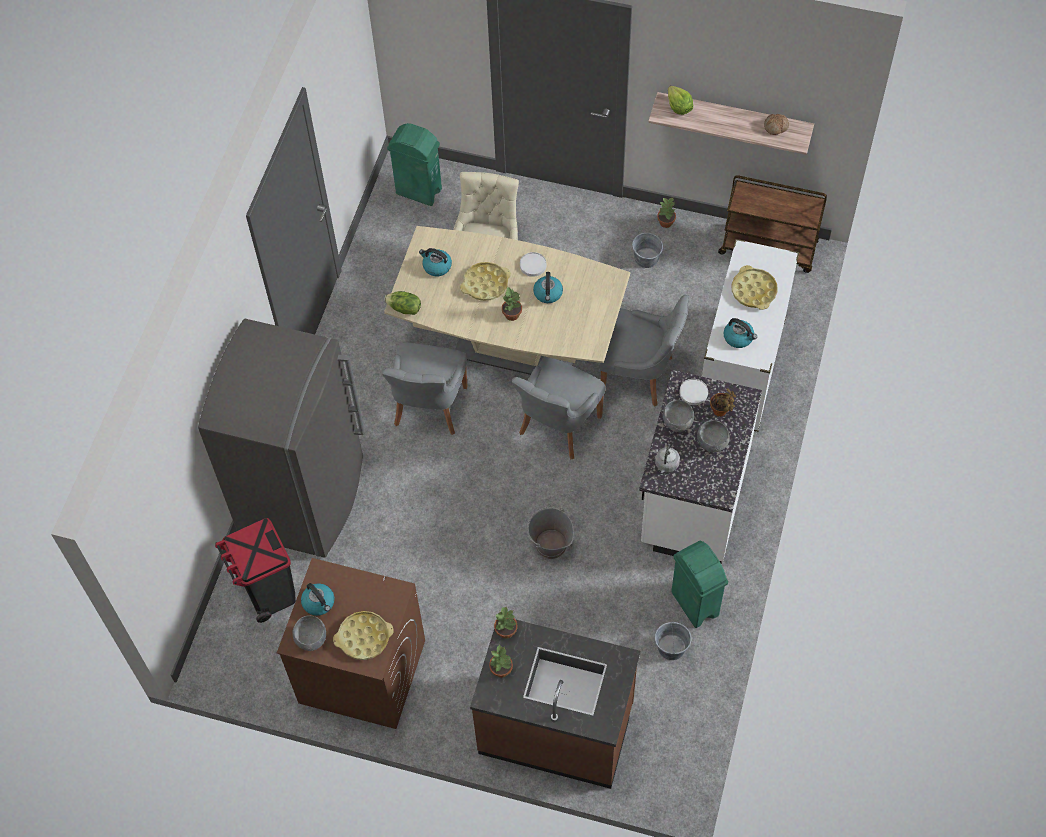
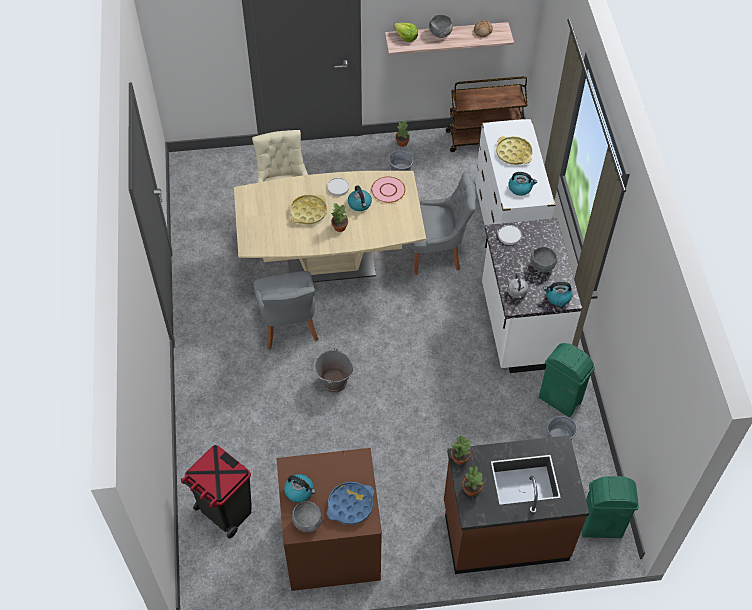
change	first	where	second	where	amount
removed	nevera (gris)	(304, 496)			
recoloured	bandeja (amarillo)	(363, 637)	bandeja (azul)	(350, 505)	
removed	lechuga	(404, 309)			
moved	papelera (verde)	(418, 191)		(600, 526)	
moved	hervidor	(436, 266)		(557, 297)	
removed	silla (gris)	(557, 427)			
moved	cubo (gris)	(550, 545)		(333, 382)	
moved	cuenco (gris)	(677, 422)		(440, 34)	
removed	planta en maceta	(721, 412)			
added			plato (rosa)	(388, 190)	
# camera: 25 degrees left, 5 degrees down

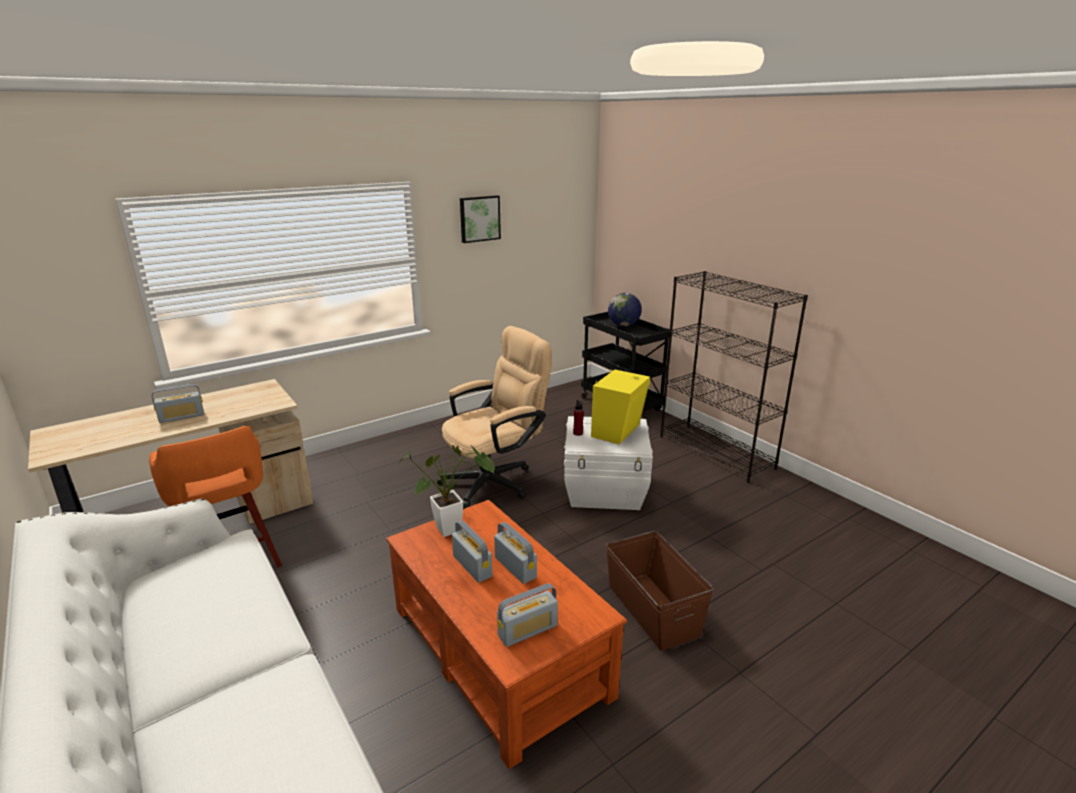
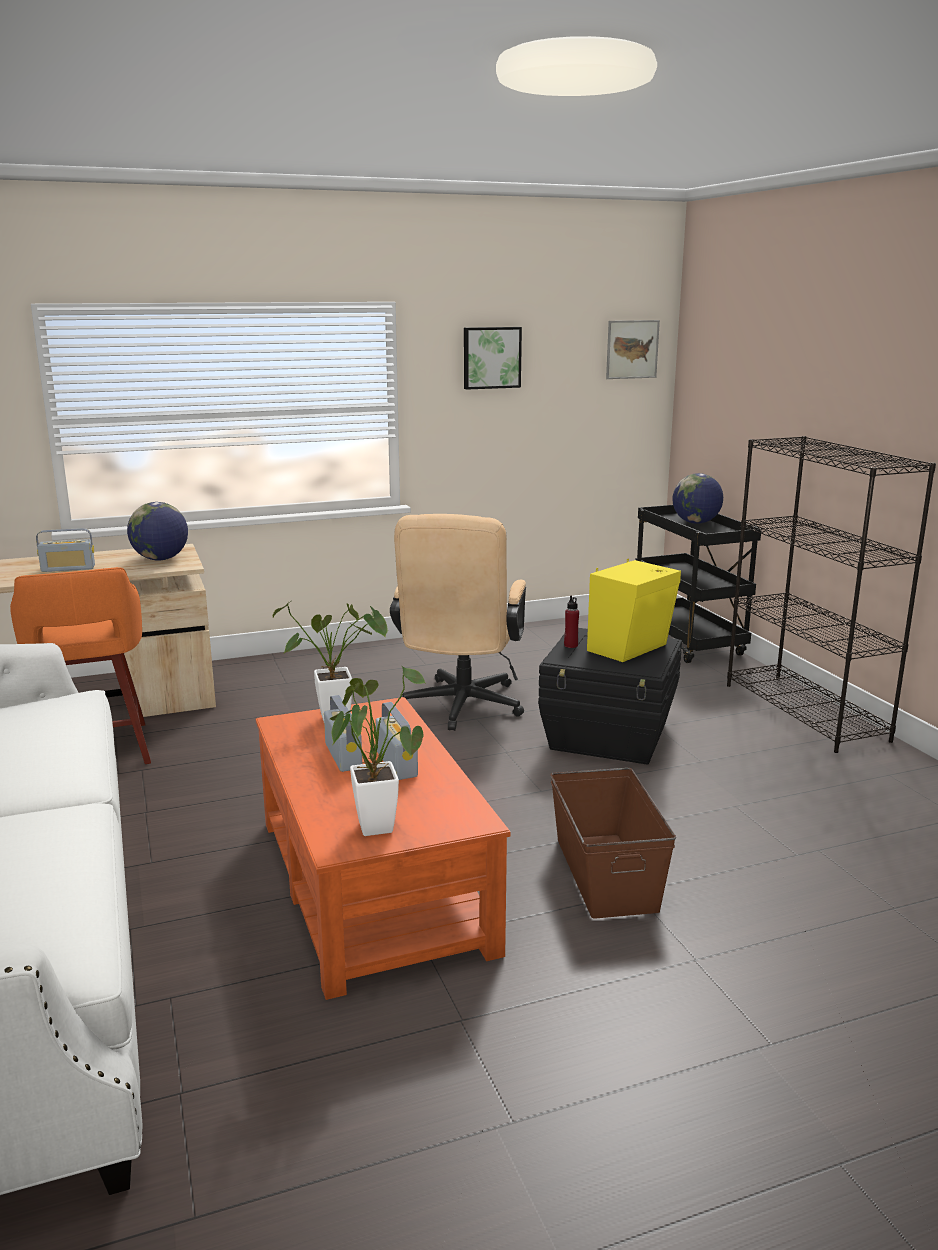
change	first	where	second	where	amount
turned	silla de oficina (beis)	(496, 480)		(460, 709)	120 degrees clockwise
replaced	radio	(528, 630)	planta en maceta	(375, 822)	
recoloured	caja de almacenaje (blanco)	(605, 490)	caja de almacenaje (negro)	(609, 737)	
added			globo terráqueo	(161, 559)	
added			cuadro	(632, 349)	
# camera: 15 degrees right, 5 degrees down

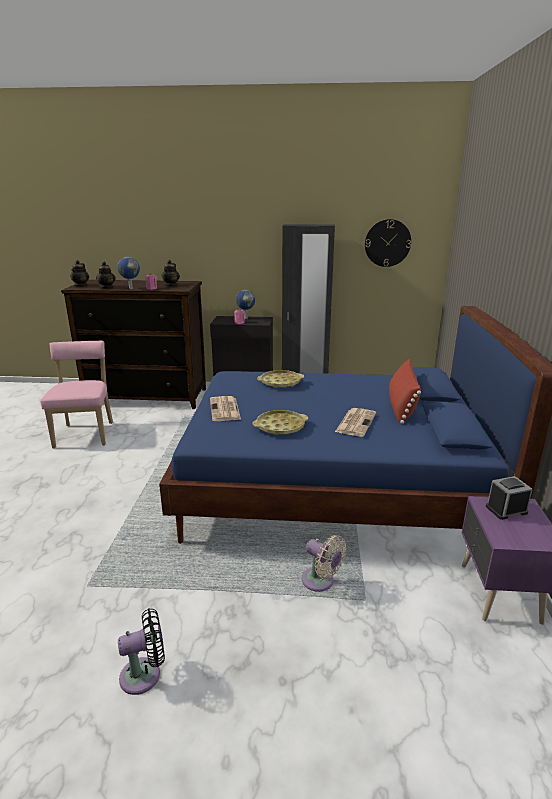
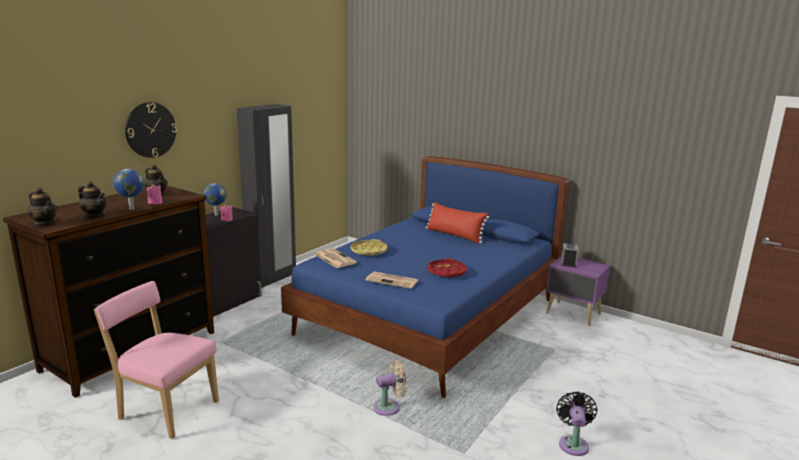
change	first	where	second	where	amount
recoloured	bandeja (amarillo)	(280, 426)	bandeja (rojo)	(446, 272)	
moved	ventilador (beis)	(320, 582)		(389, 407)	
moved	periódico	(355, 422)		(334, 258)	
moved	reloj de pared	(387, 243)		(150, 130)	
# camera: 60 degrees left, 5 degrees down

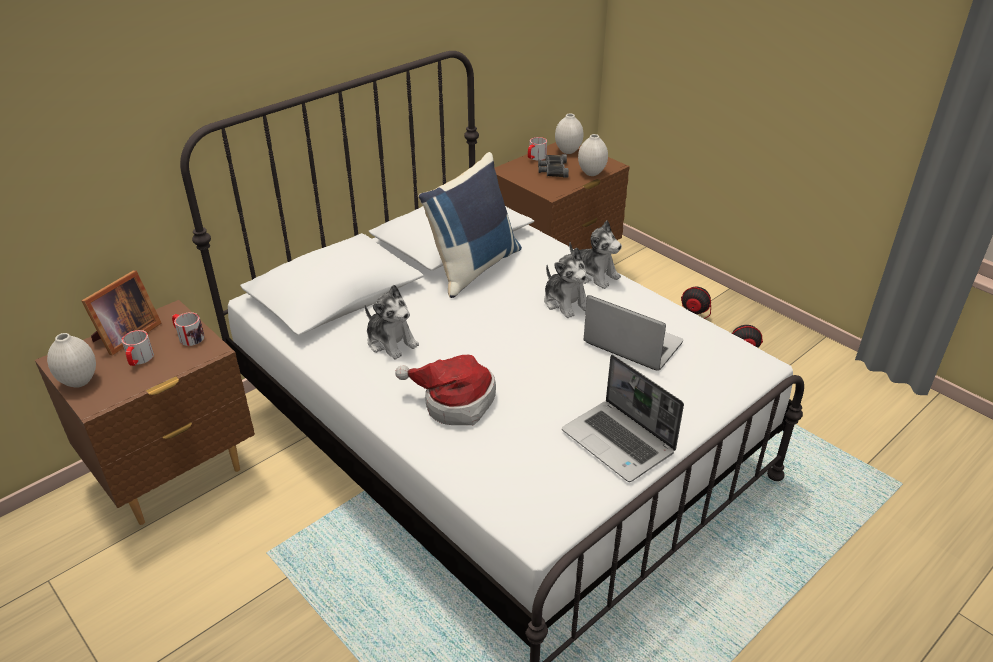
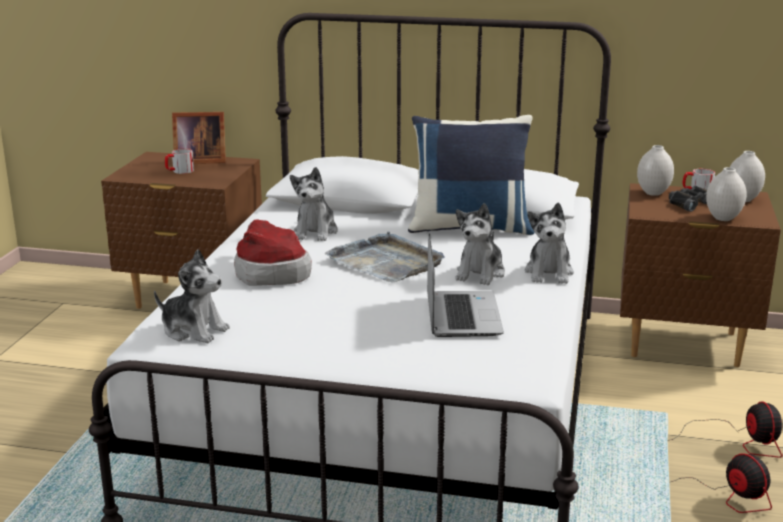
change	first	where	second	where	amount
moved	florero (blanco)	(79, 381)		(653, 193)	
removed	taza grande	(188, 336)			
removed	portátil	(619, 442)			
added			peluche	(194, 330)	
added			bandeja (gris)	(386, 262)	
# camera: 55 degrees right, 15 degrees down

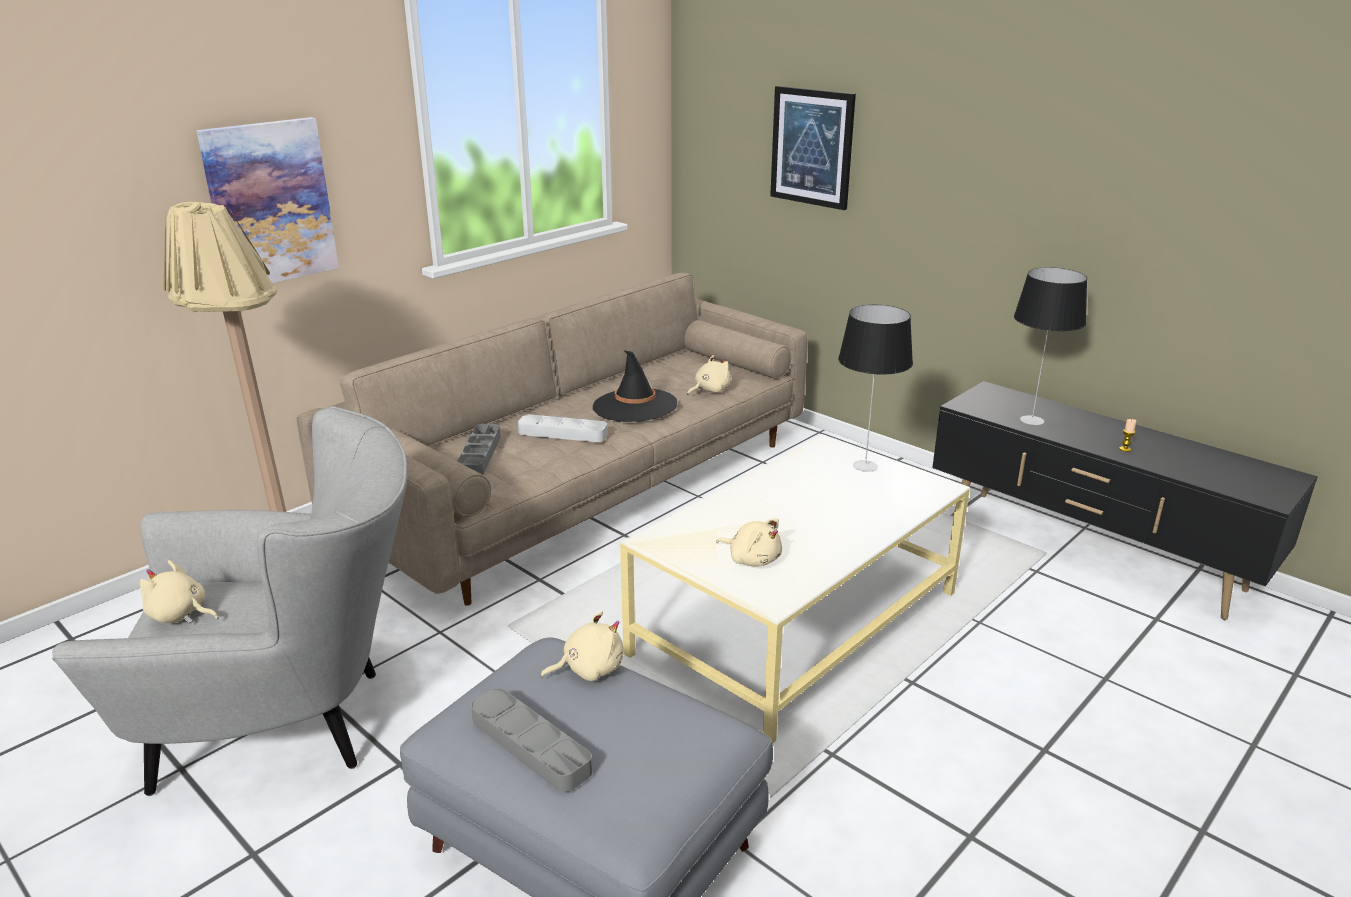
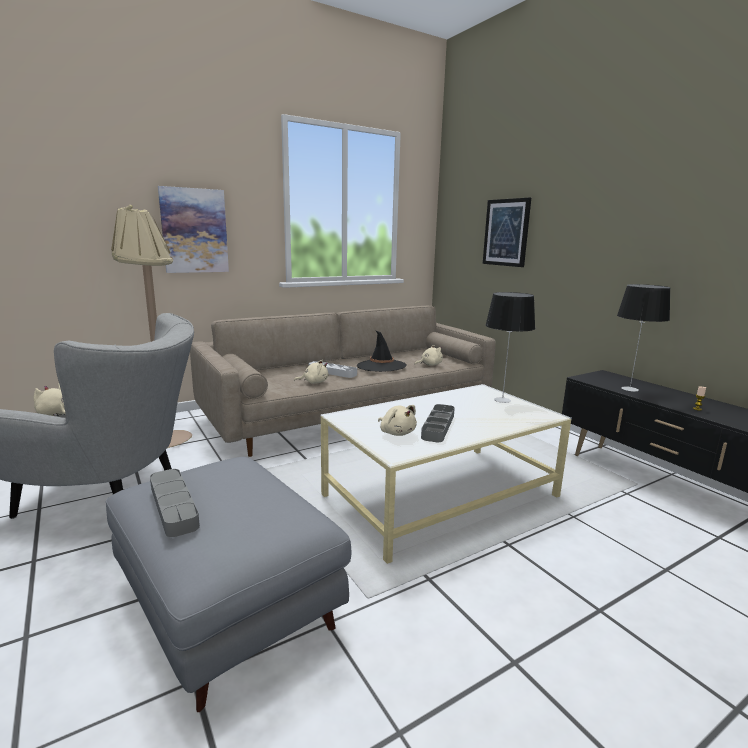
change	first	where	second	where	amount
moved	bandeja (gris)	(479, 454)		(438, 426)	
moved	peluche (beis)	(589, 669)		(314, 382)	
# camera: 15 degrees right, 10 degrees down

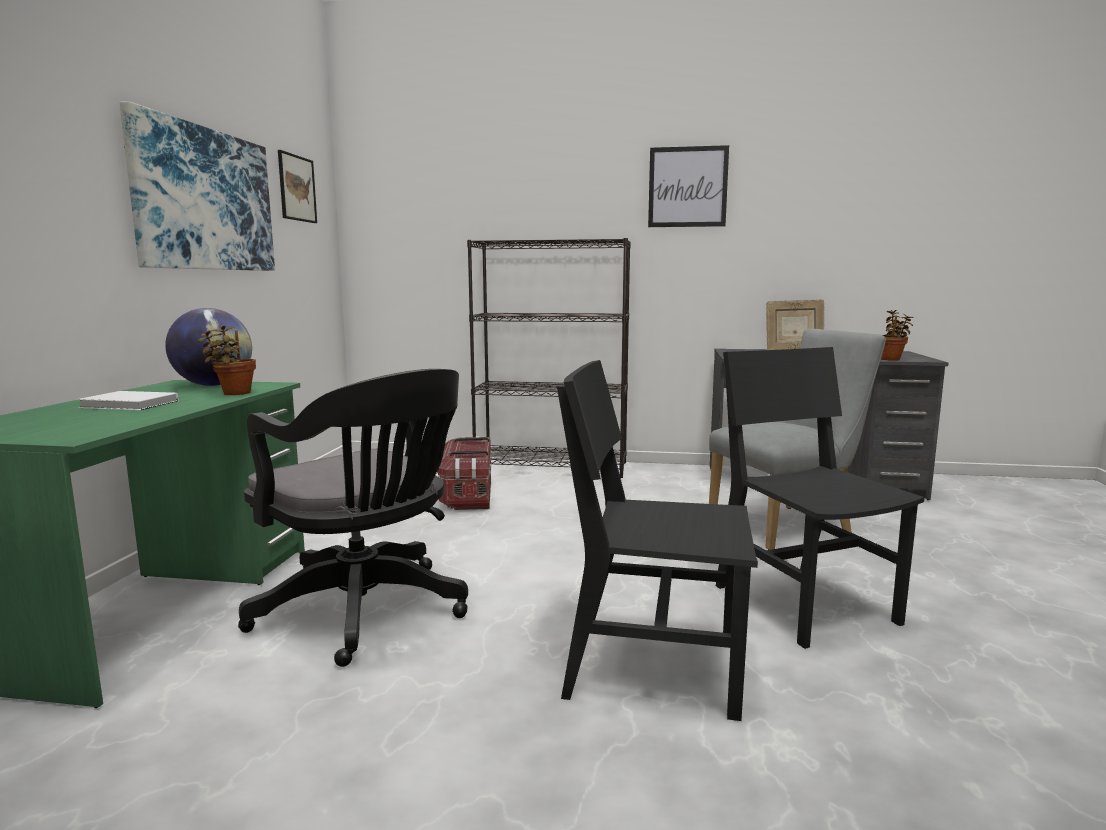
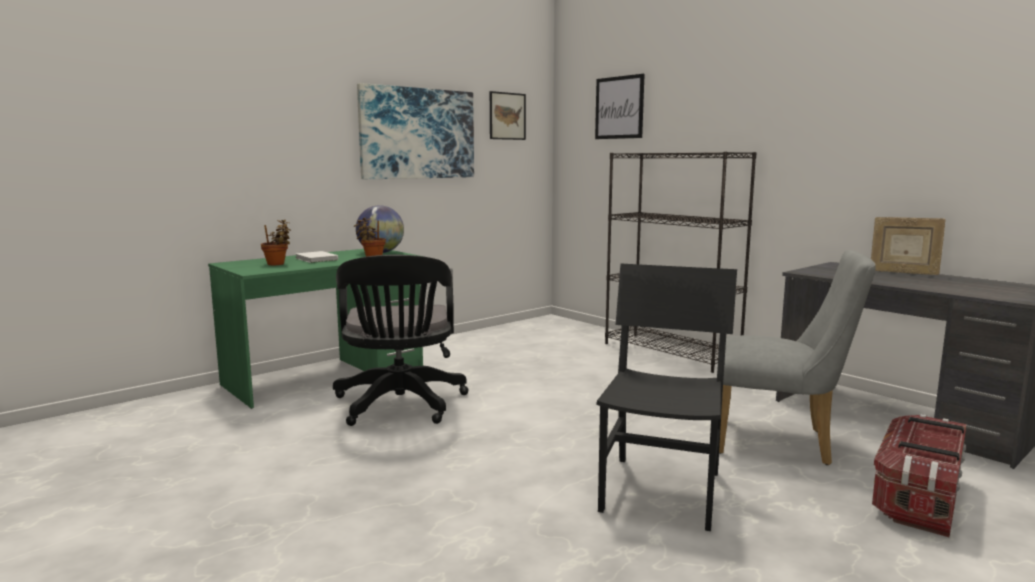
change	first	where	second	where	amount
moved	caja de almacenaje	(467, 494)		(918, 499)	
removed	silla (negro)	(653, 667)			
moved	cuadro	(687, 187)		(619, 107)	
moved	planta en maceta	(891, 359)		(277, 264)	
# camera: 40 degrees right, 0 degrees up

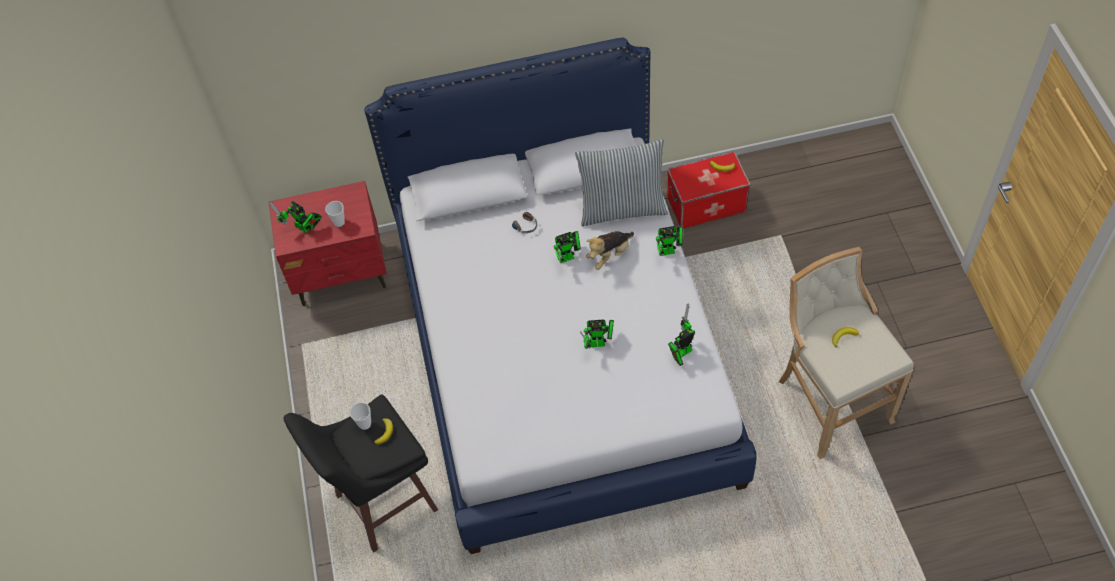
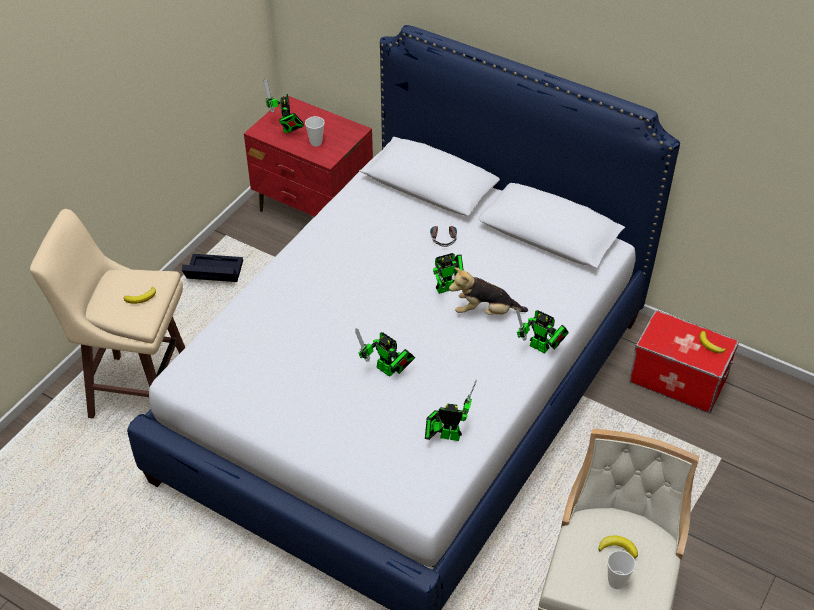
change	first	where	second	where	amount
recoloured	taburete (negro)	(383, 504)	taburete (beis)	(138, 390)	
moved	taza	(365, 424)		(616, 582)	
turned	robot de juguete	(568, 257)		(448, 287)	45 degrees counterclockwise
removed	cojín	(622, 208)			
added			caja de almacenaje (negro)	(212, 273)	
# camera: 40 degrees right, 10 degrees down

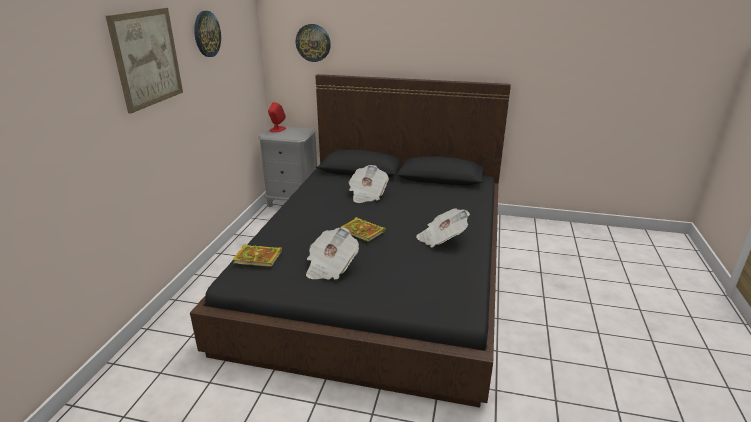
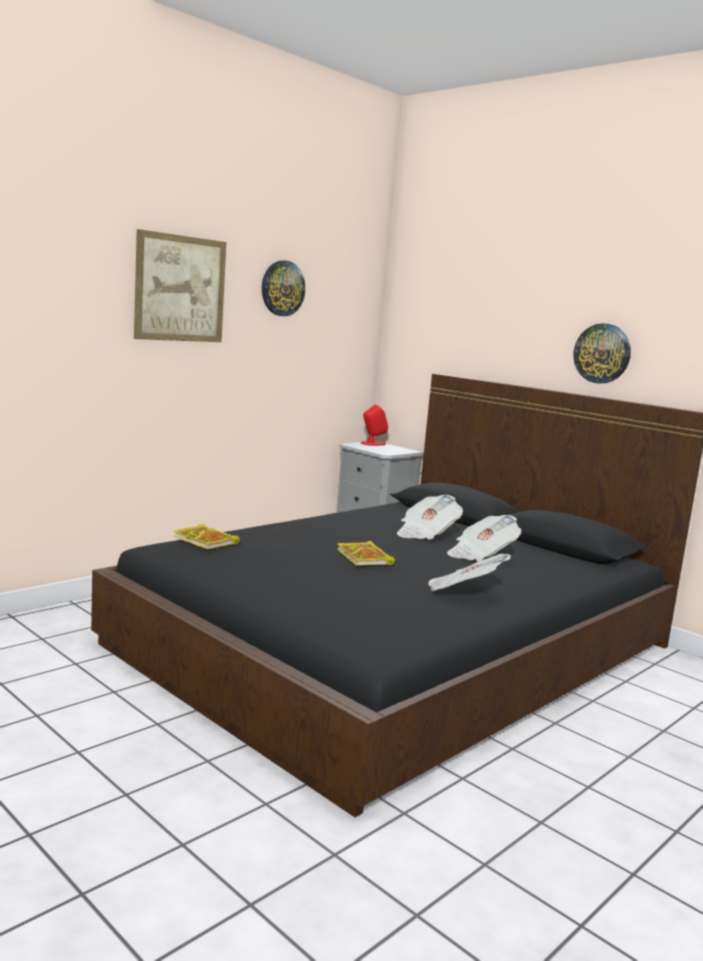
change	first	where	second	where	amount
moved	reloj de pared	(313, 43)		(602, 353)	
moved	periódico	(330, 267)		(481, 555)	
# camera: 30 degrees right, 15 degrees down

